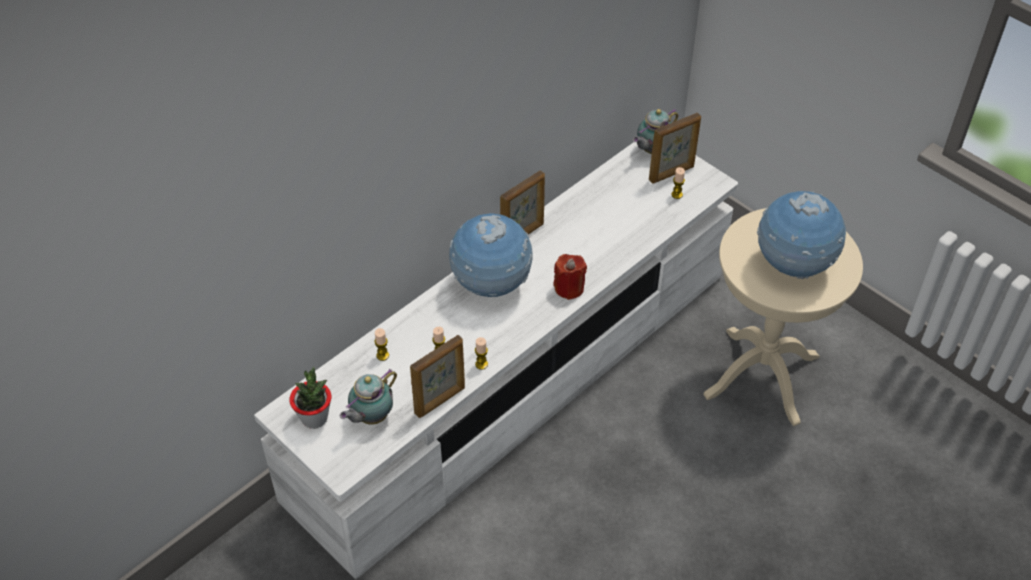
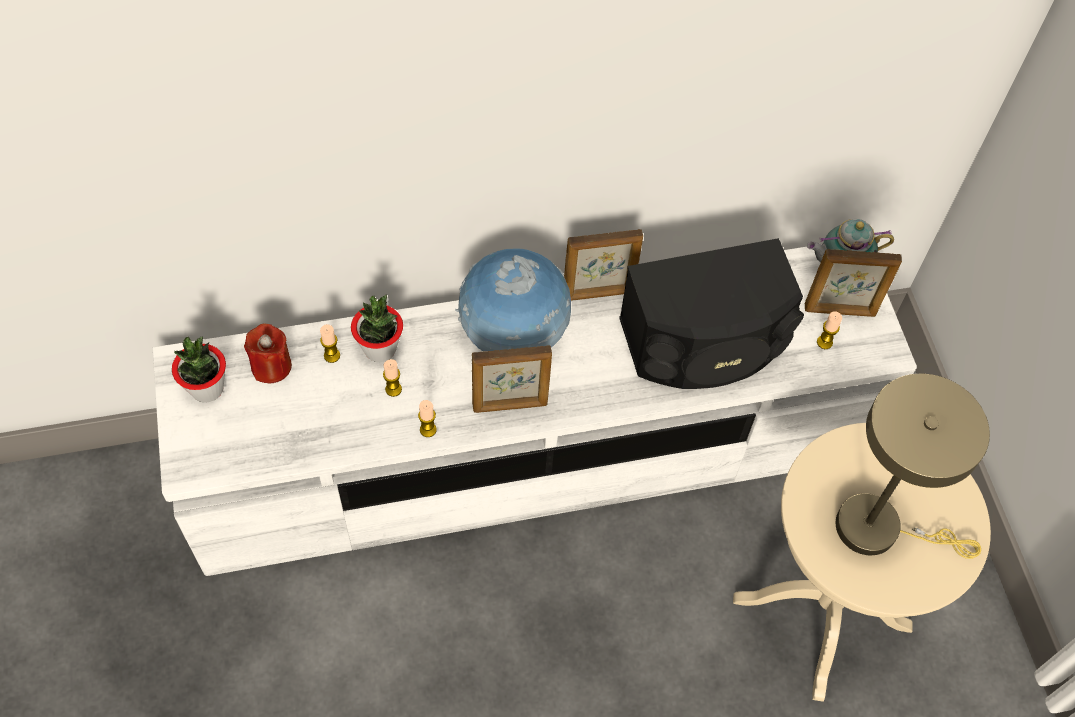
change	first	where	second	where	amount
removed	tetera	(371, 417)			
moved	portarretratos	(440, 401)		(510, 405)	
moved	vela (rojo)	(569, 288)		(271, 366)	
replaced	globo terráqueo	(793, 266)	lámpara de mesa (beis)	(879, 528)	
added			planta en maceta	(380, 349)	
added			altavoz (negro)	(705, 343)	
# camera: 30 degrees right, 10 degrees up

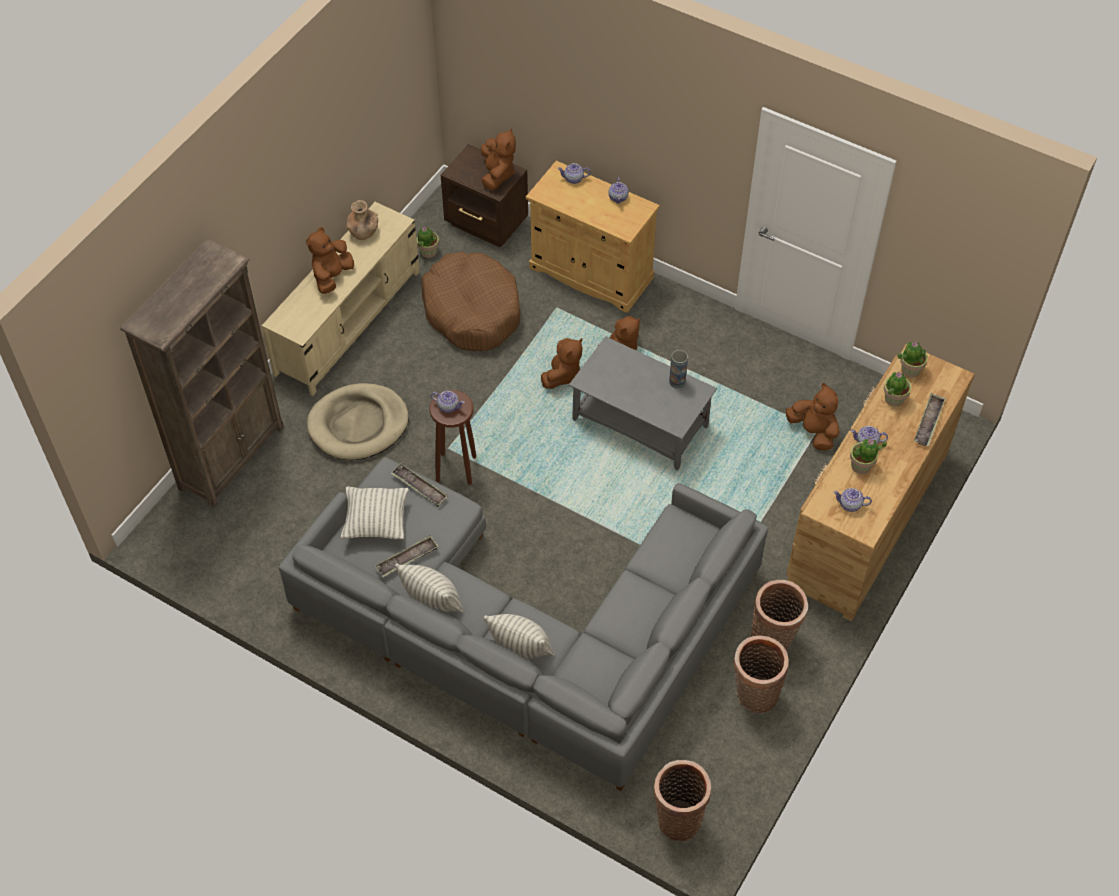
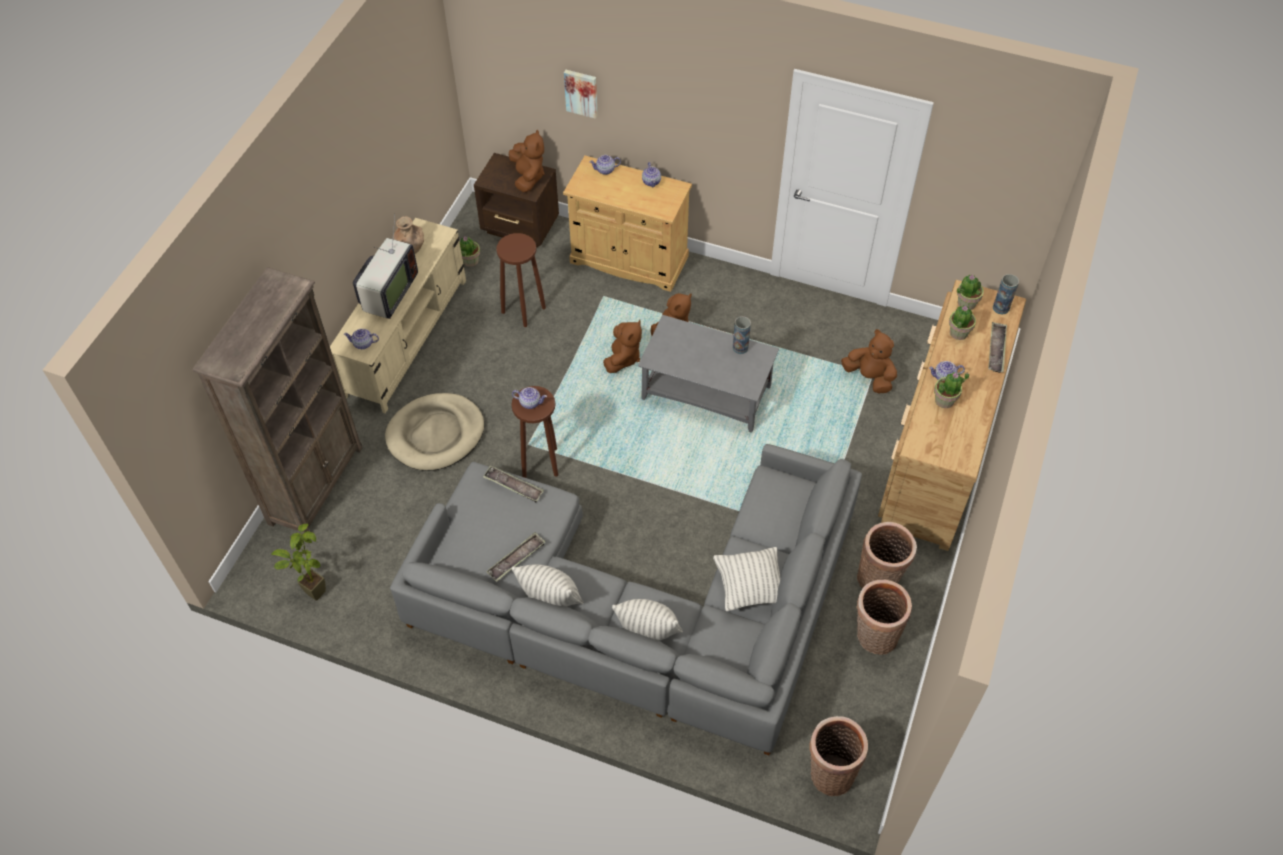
change	first	where	second	where	amount
replaced	peluche (marrón)	(332, 276)	televisor	(388, 294)	
moved	cojín	(376, 522)		(750, 587)	
replaced	cama para perro (marrón)	(472, 311)	taburete (marrón)	(524, 310)	
moved	tetera	(850, 505)		(363, 344)	
added			planta en maceta	(312, 588)	
added			cuadro	(581, 92)	
added			florero	(1001, 308)	
# camera: 10 degrees left, 0 degrees up

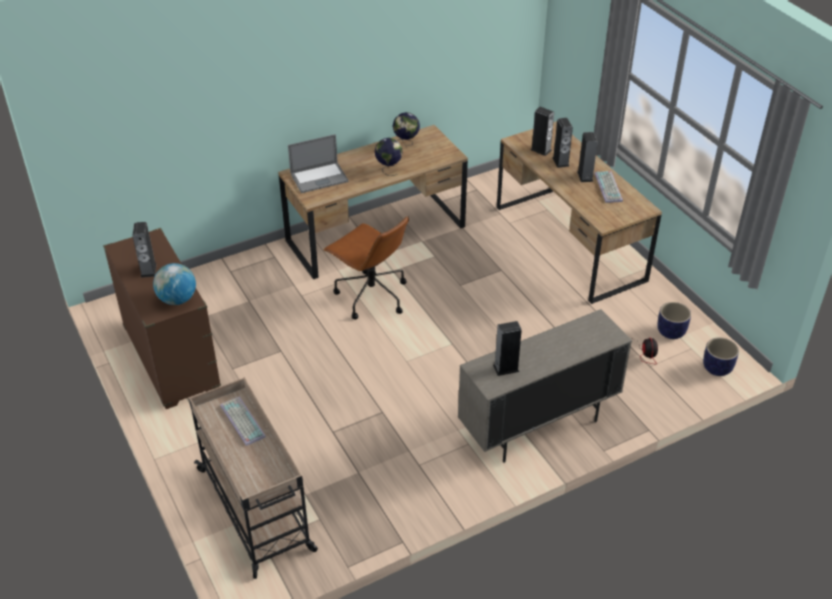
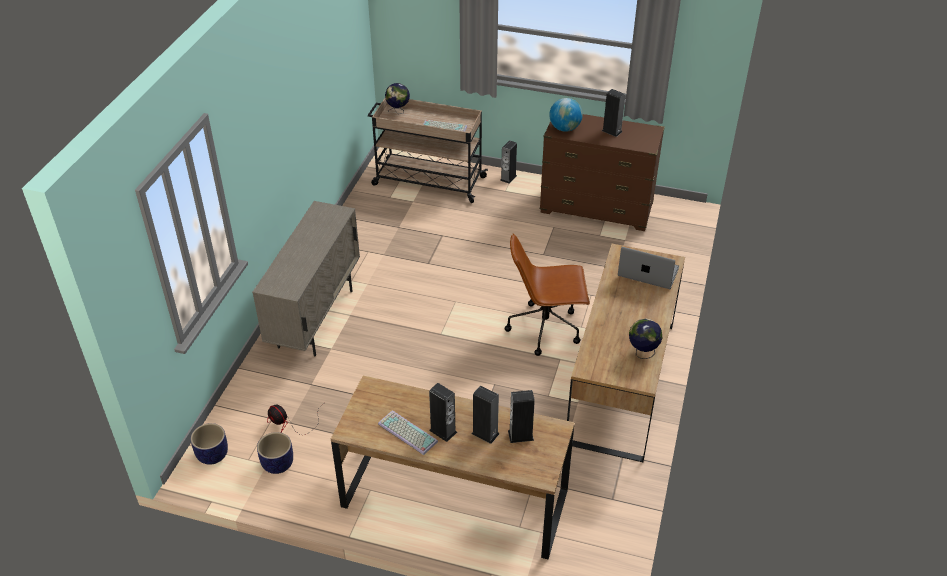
change	first	where	second	where	amount
turned	portátil	(319, 178)		(648, 272)	90 degrees clockwise
moved	globo terráqueo	(388, 169)		(398, 112)	
moved	altavoz	(506, 368)		(508, 178)	
# camera: 135 degrees right, 0 degrees up

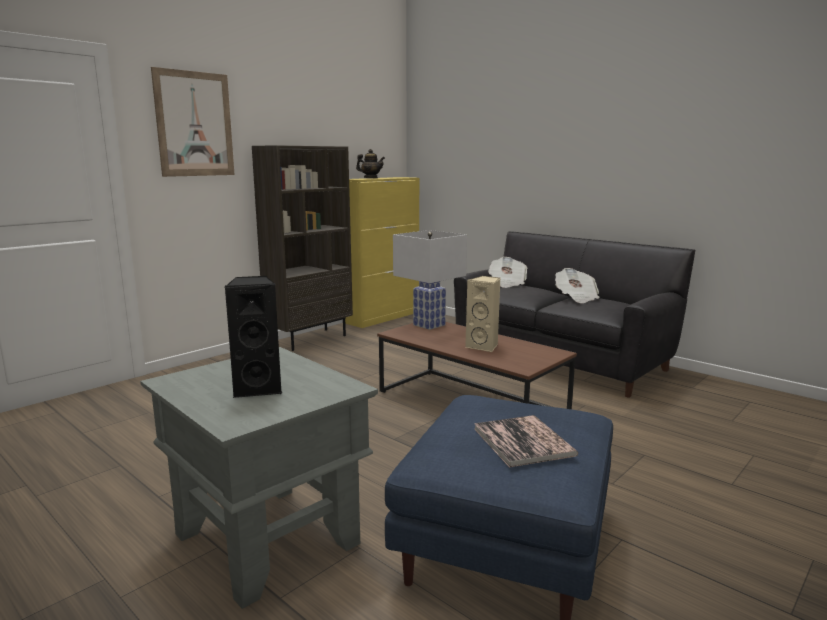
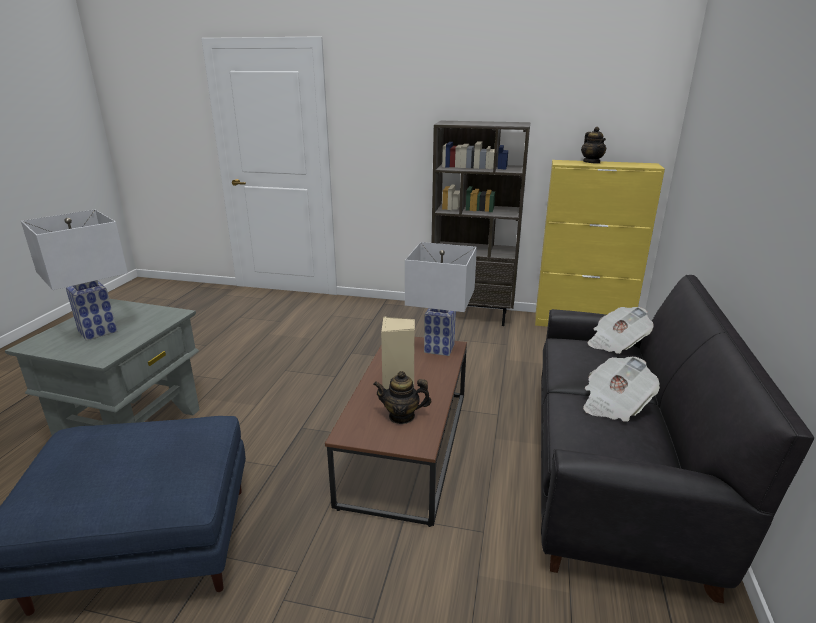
change	first	where	second	where	amount
removed	cuadro	(194, 124)			
replaced	altavoz (negro)	(258, 388)	lámpara de mesa (blanco)	(98, 331)	
removed	libro	(523, 441)			
added			tetera	(402, 416)	
# camera: 60 degrees right, 10 degrees up

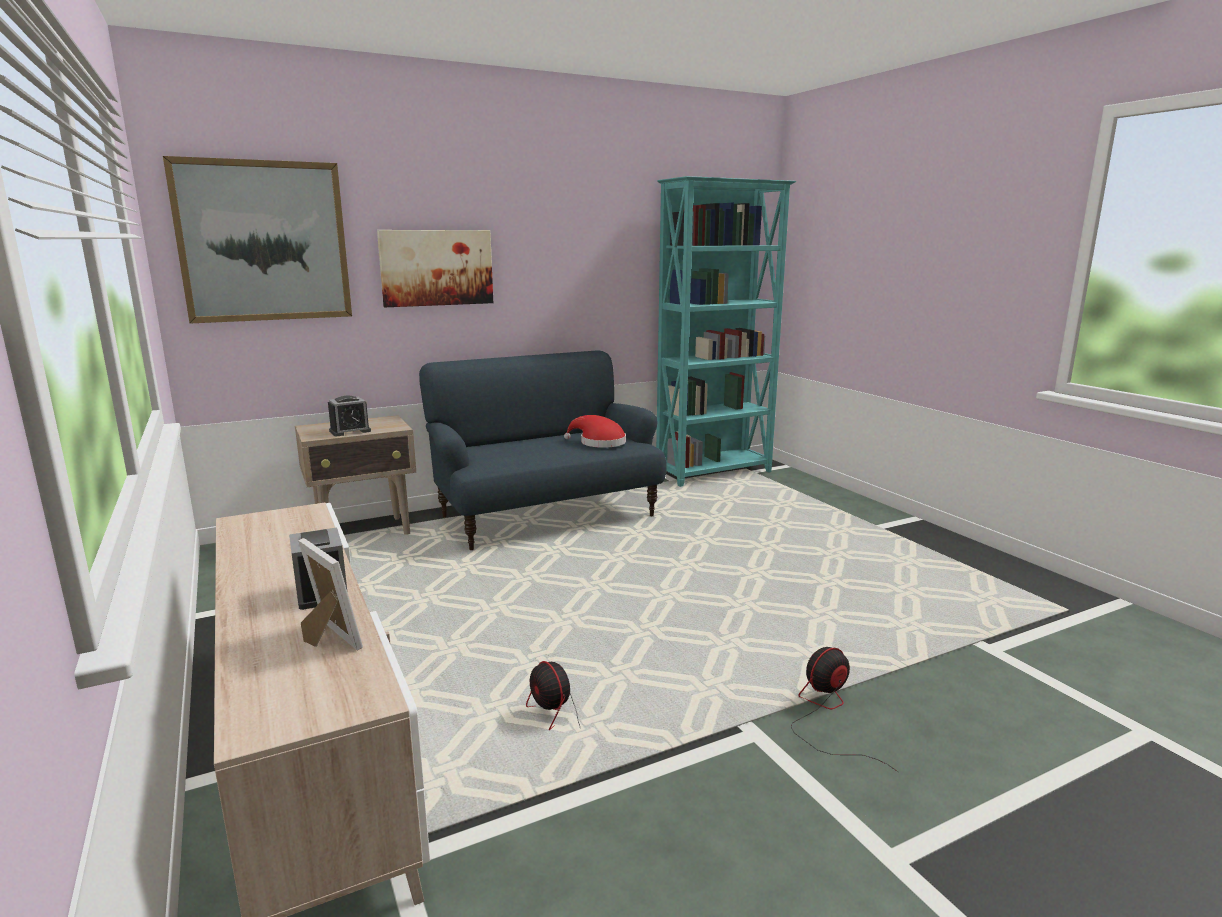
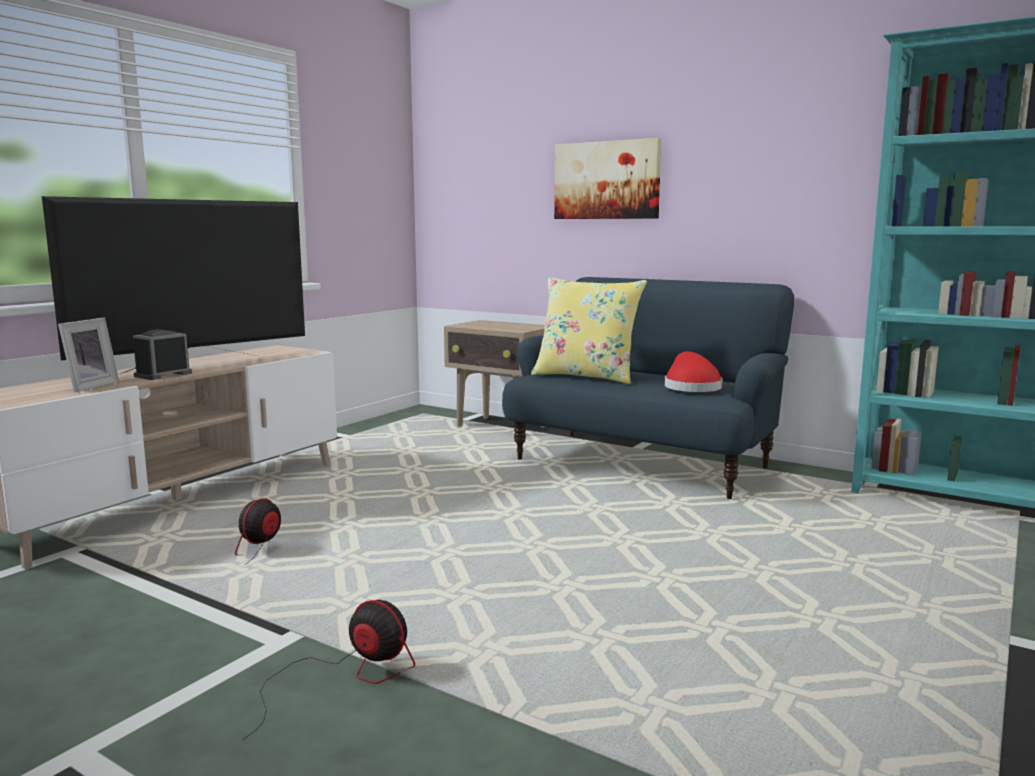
change	first	where	second	where	amount
removed	cuadro	(264, 242)			
removed	despertador	(350, 431)			
added			televisor	(196, 365)	
added			cojín (amarillo)	(586, 376)	
# camera: 60 degrees right, 5 degrees down

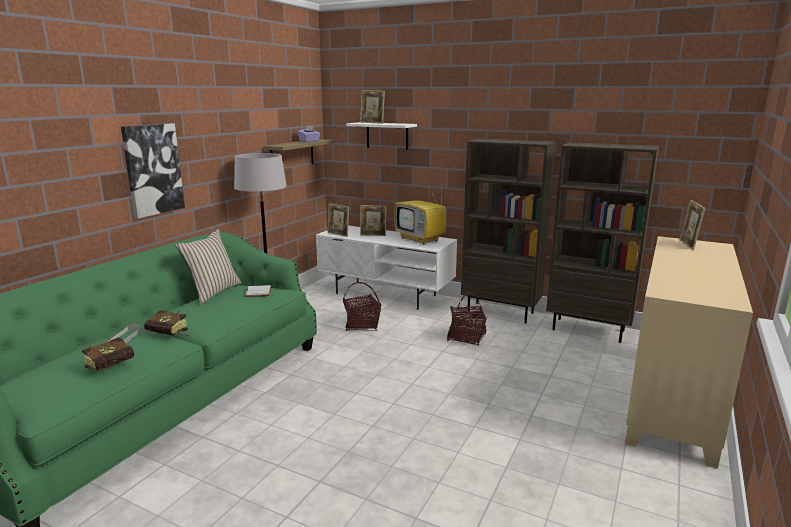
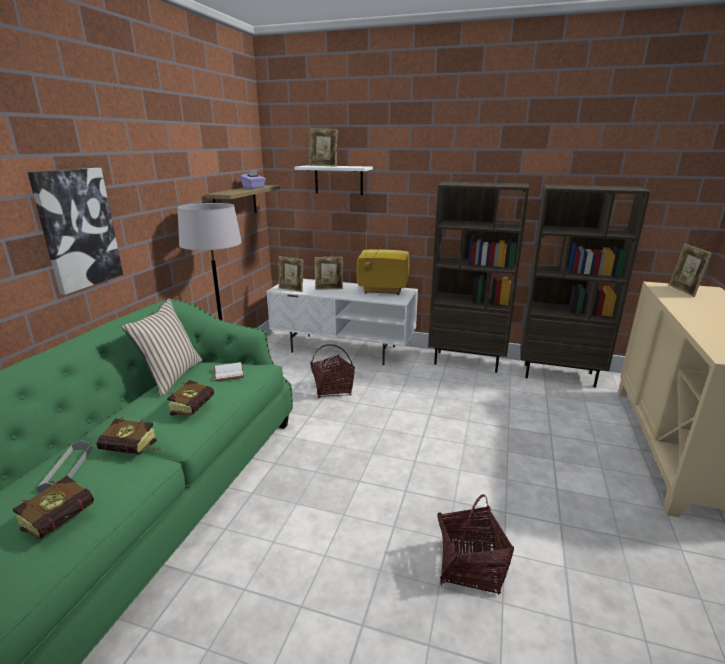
change	first	where	second	where	amount
turned	televisor	(421, 239)		(381, 291)	150 degrees clockwise
moved	cesta	(467, 337)		(469, 566)	
added			libro	(195, 407)	
# camera: 10 degrees left, 5 degrees up

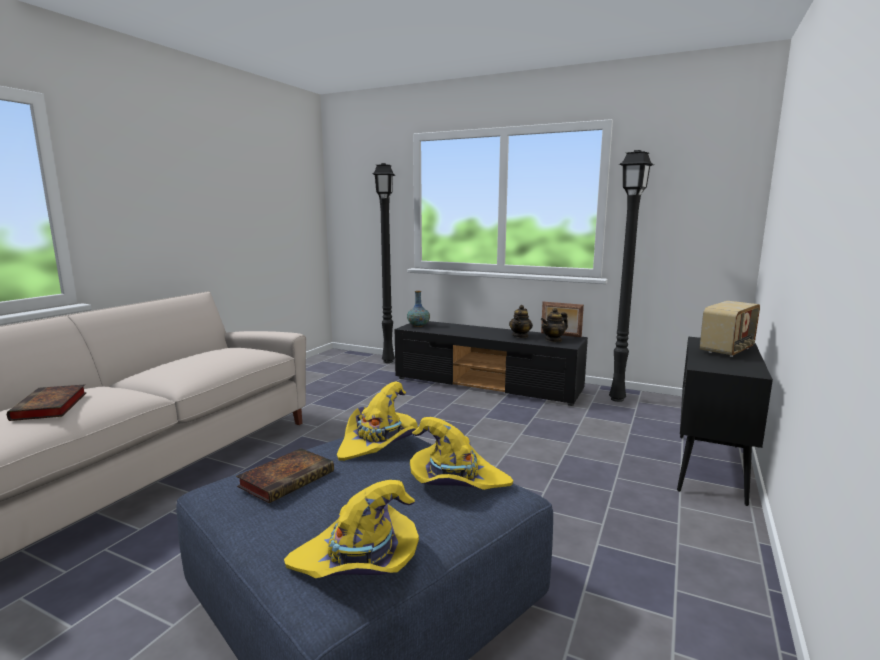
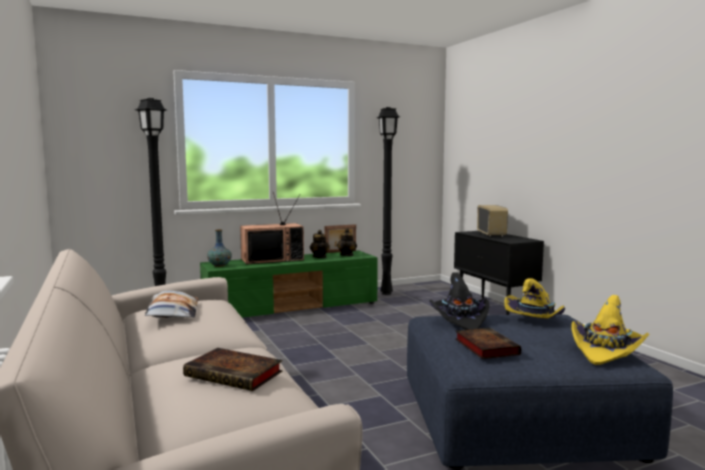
change	first	where	second	where	amount
recoloured	sombrero (amarillo)	(379, 443)	sombrero (negro)	(460, 320)	
recoloured	mueble de televisión (negro)	(488, 384)	mueble de televisión (verde)	(292, 308)	
added			cojín	(172, 313)	
added			televisor	(273, 259)	
# camera: 50 degrees left, 5 degrees down

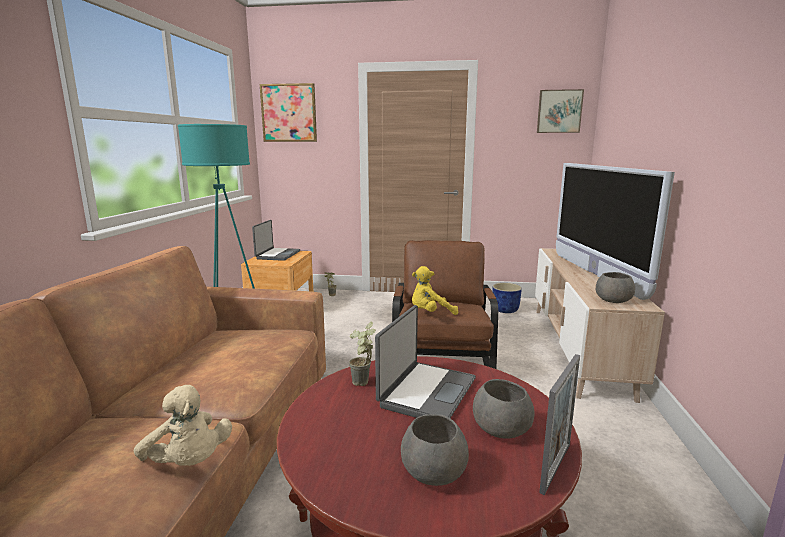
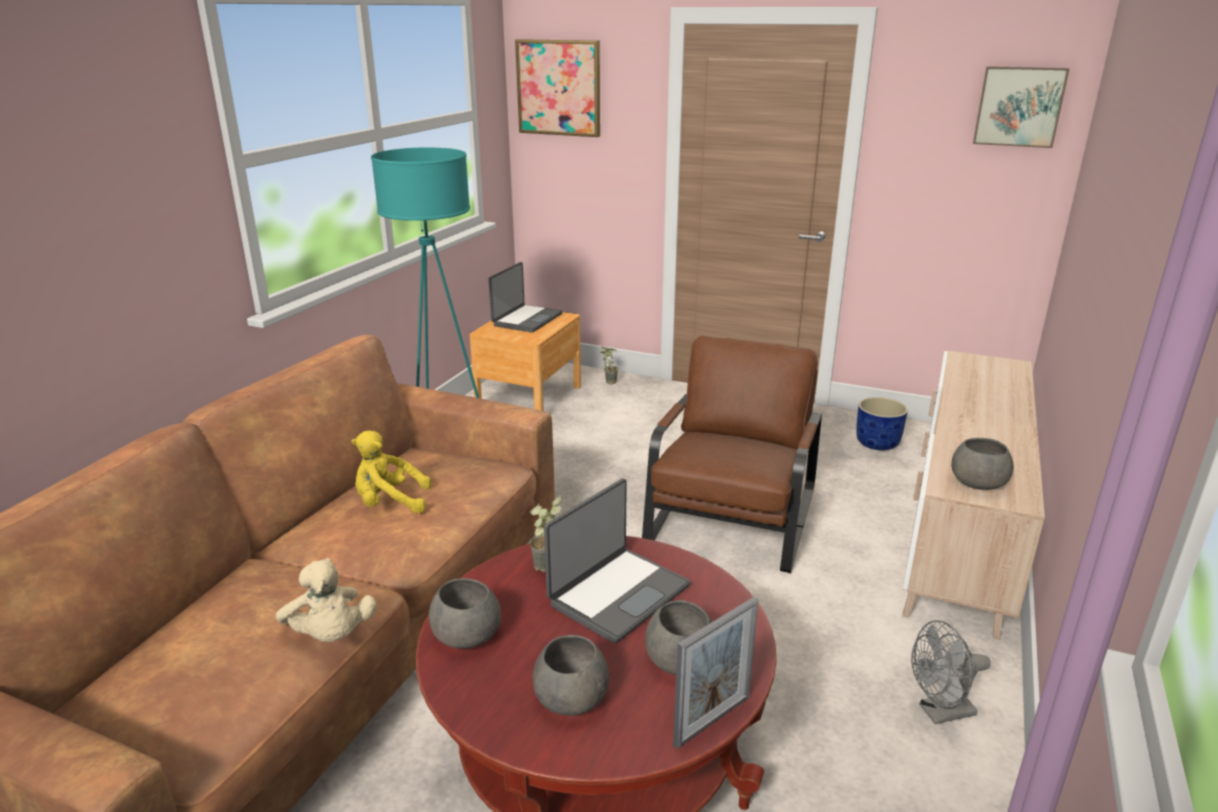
change	first	where	second	where	amount
moved	peluche (amarillo)	(430, 313)		(389, 503)	
removed	televisor	(595, 274)			
added			cuenco (gris)	(465, 634)	
added			ventilador (gris)	(940, 713)	
# camera: 15 degrees right, 10 degrees up

